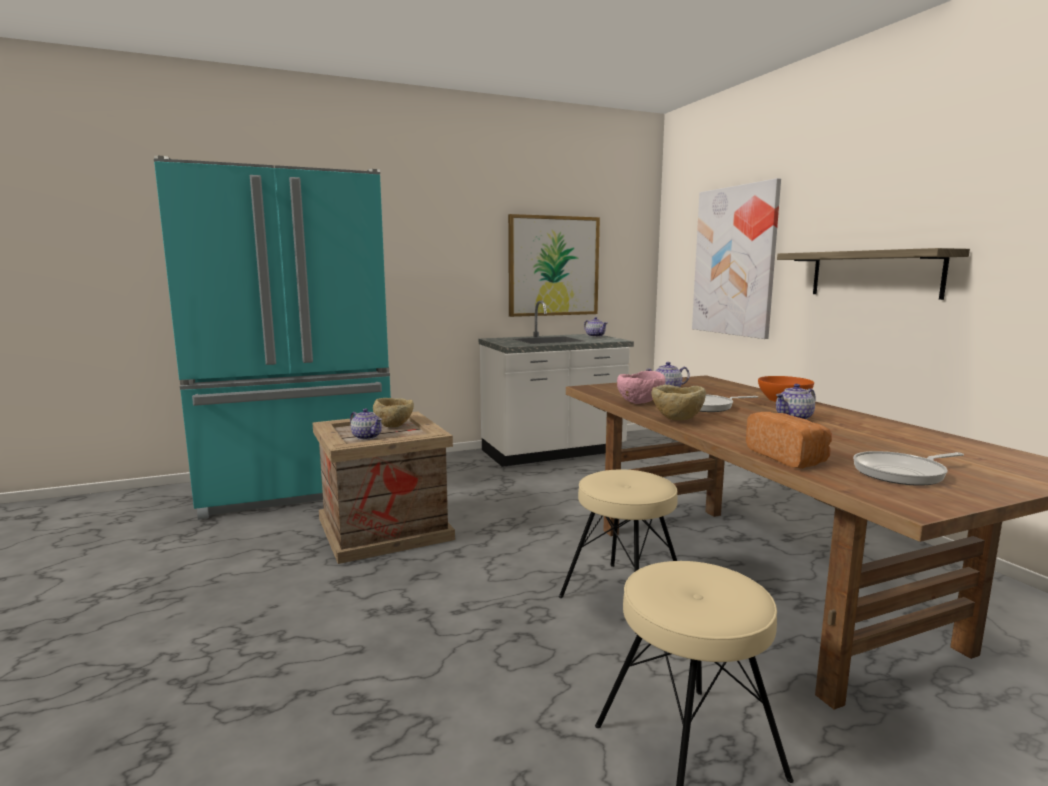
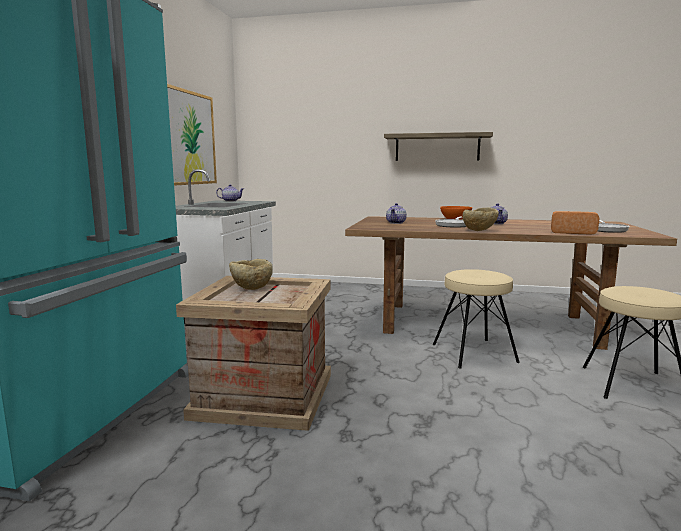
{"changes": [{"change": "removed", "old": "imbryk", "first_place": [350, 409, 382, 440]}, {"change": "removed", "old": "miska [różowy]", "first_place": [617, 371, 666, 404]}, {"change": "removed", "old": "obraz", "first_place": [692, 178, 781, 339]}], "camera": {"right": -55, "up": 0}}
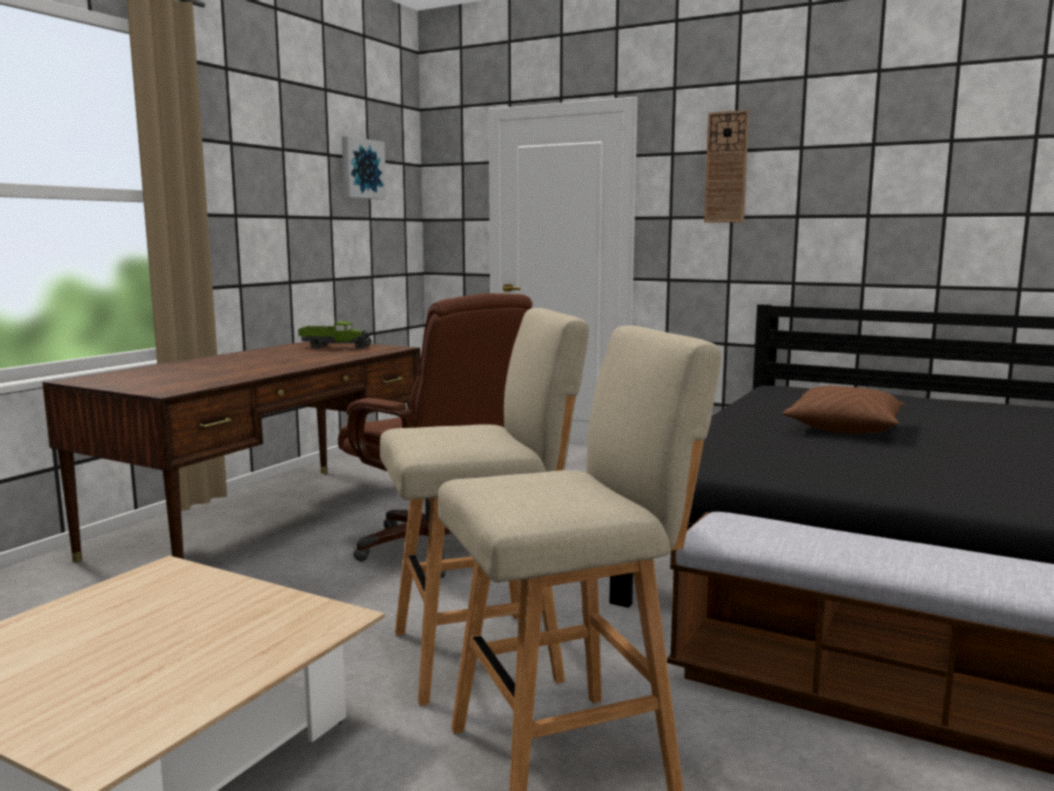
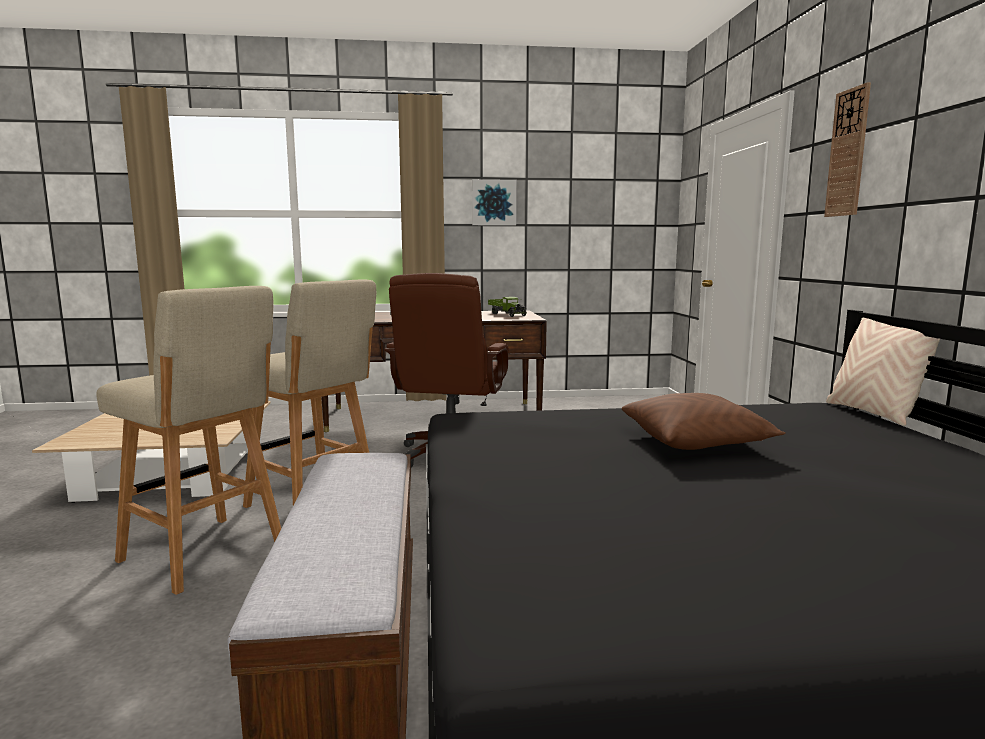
{"changes": [{"change": "moved", "old": "obraz", "first_place": [342, 136, 386, 199], "second_place": [472, 179, 517, 226]}, {"change": "added", "new": "poduszka [beżowy]", "second_place": [826, 318, 940, 426]}], "camera": {"right": 55, "up": 0}}
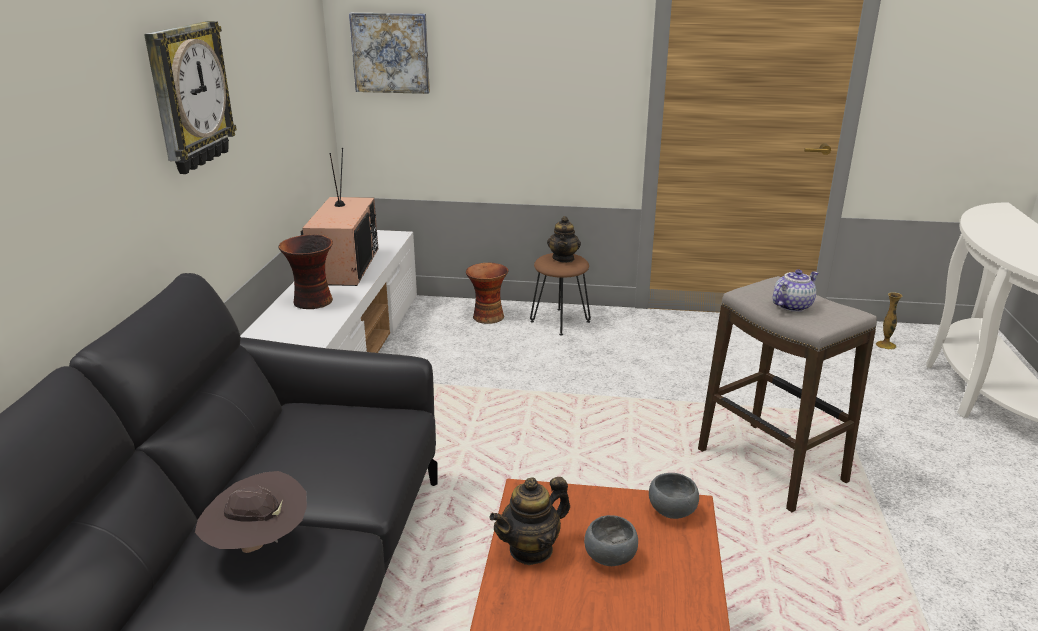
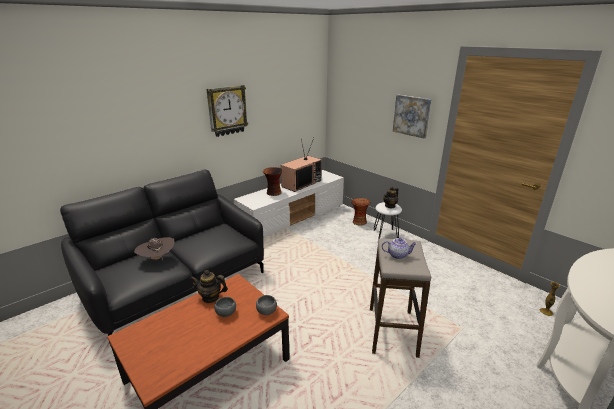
{"changes": [{"change": "moved", "old": "obraz", "first_place": [349, 13, 430, 94], "second_place": [393, 95, 432, 138]}, {"change": "recoloured", "old": "stołek [brązowy]", "new": "stołek [biały]", "first_place": [530, 253, 591, 335], "second_place": [374, 202, 402, 240]}], "camera": {"right": 40, "up": 0}}
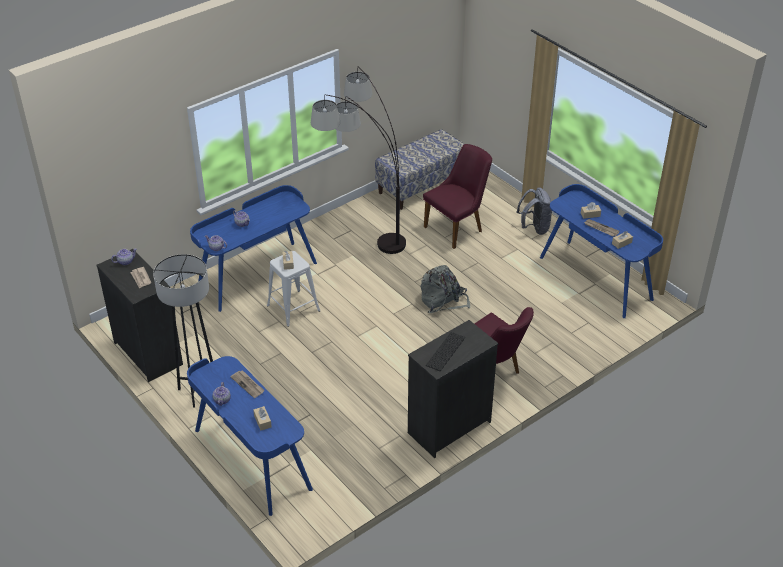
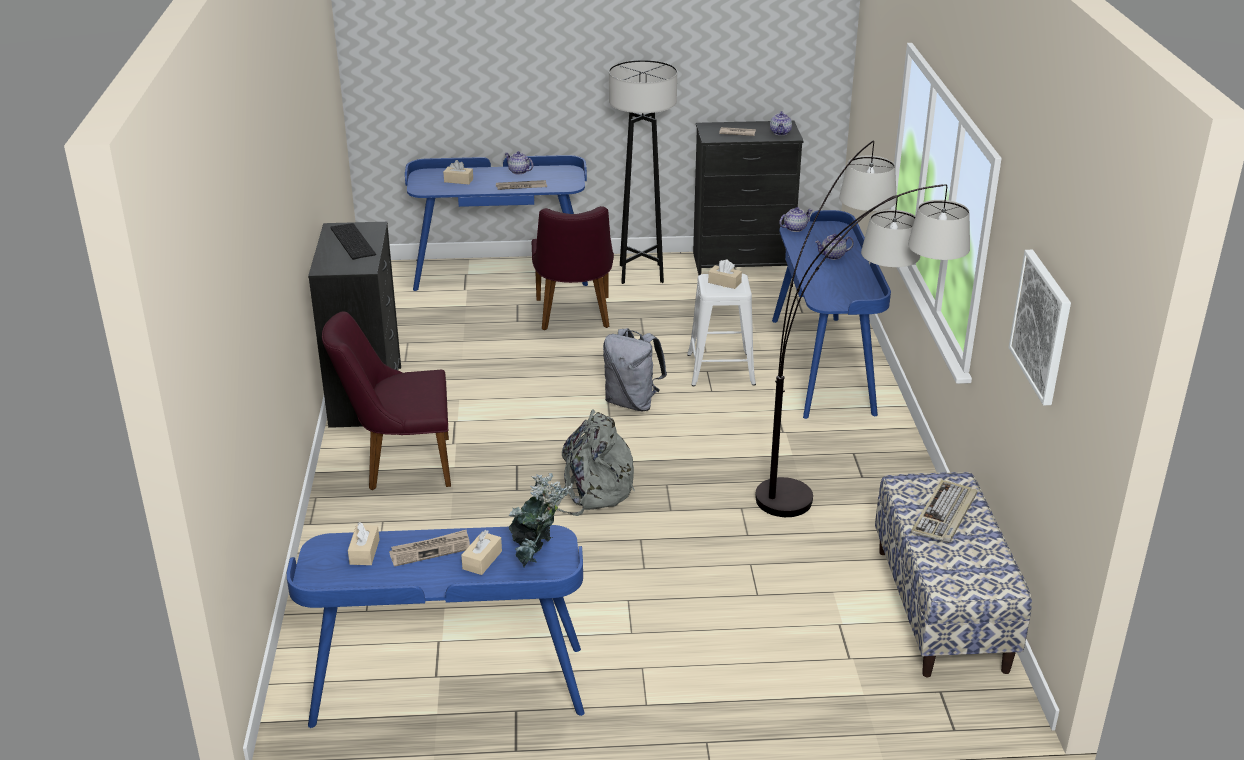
{"changes": [{"change": "moved", "old": "krzesło [fioletowy]", "first_place": [423, 144, 492, 249], "second_place": [532, 206, 614, 330]}, {"change": "moved", "old": "plecak [szary]", "first_place": [517, 187, 552, 235], "second_place": [603, 328, 667, 411]}, {"change": "added", "new": "roślina doniczkowa", "second_place": [509, 473, 573, 567]}, {"change": "added", "new": "klawiatura", "second_place": [911, 480, 978, 543]}, {"change": "added", "new": "obraz", "second_place": [1008, 250, 1071, 405]}], "camera": {"right": 125, "up": -10}}
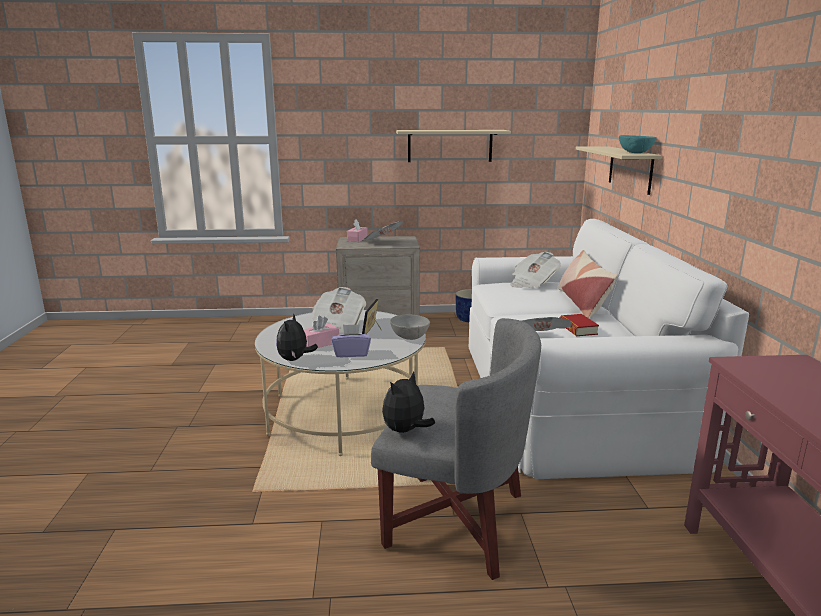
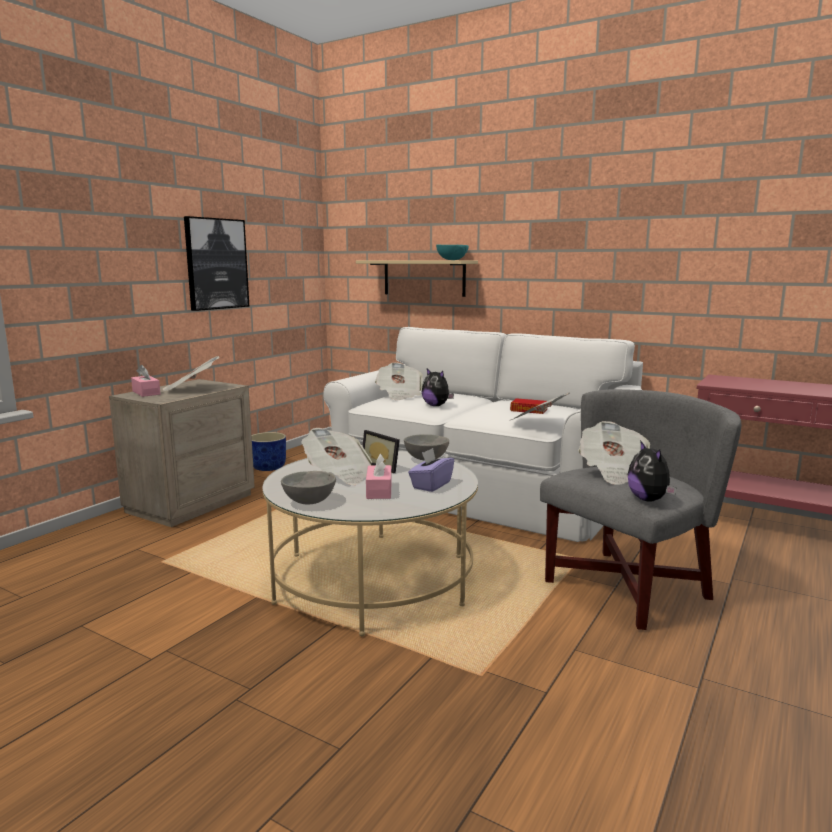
{"changes": [{"change": "moved", "old": "pluszak", "first_place": [276, 313, 318, 361], "second_place": [422, 369, 454, 406]}, {"change": "replaced", "old": "półka [beżowy]", "new": "obraz", "first_place": [396, 130, 511, 162], "second_place": [184, 216, 250, 311]}, {"change": "removed", "old": "poduszka", "first_place": [558, 250, 618, 319]}, {"change": "added", "new": "miska [szary]", "second_place": [281, 471, 336, 504]}, {"change": "added", "new": "gazeta", "second_place": [579, 421, 650, 485]}], "camera": {"right": -55, "up": -5}}
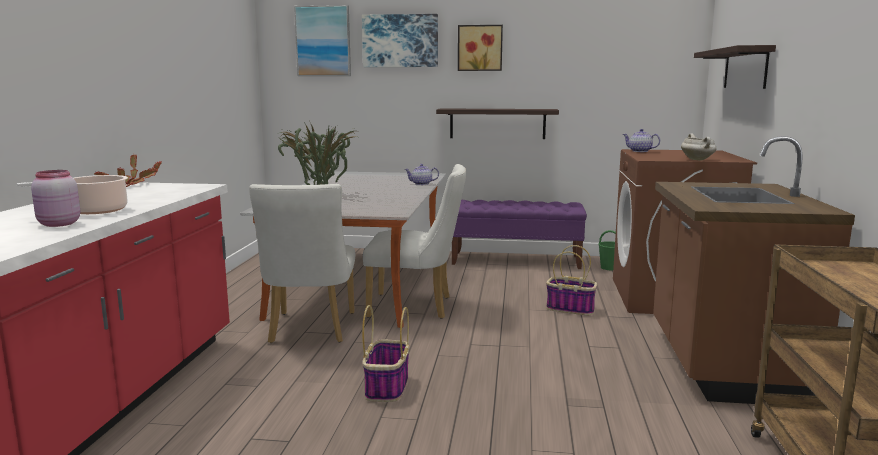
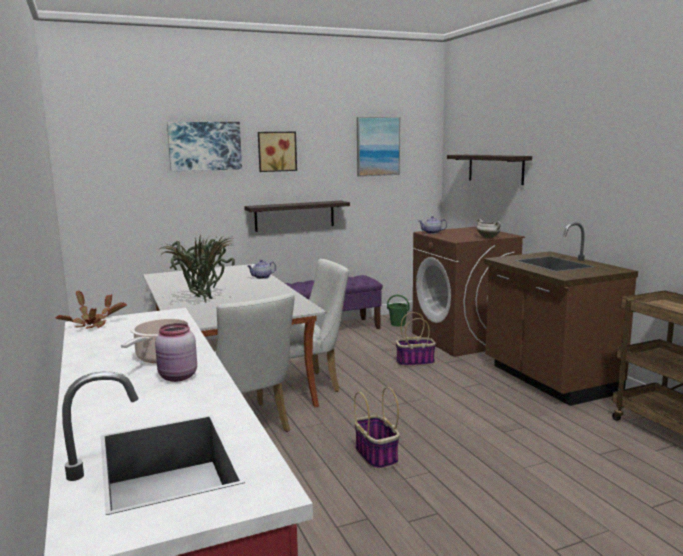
{"changes": [{"change": "moved", "old": "obraz", "first_place": [294, 5, 351, 76], "second_place": [357, 117, 400, 177]}], "camera": {"right": -30, "up": 0}}
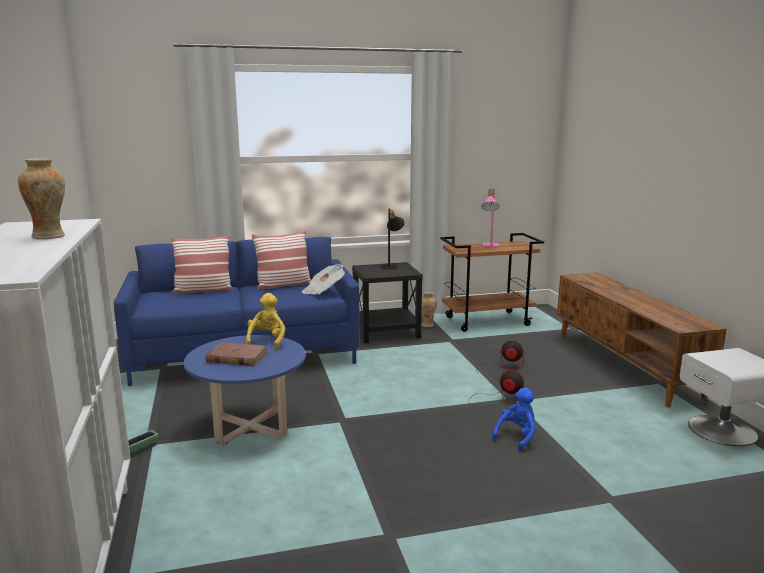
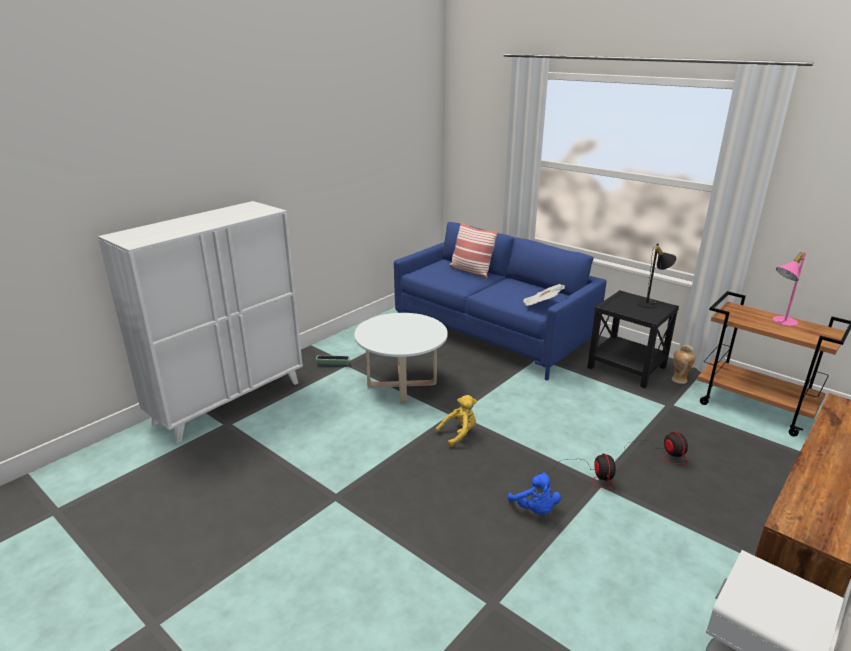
{"changes": [{"change": "removed", "old": "wazon", "first_place": [18, 158, 65, 239]}, {"change": "recoloured", "old": "ława [niebieski]", "new": "ława [biały]", "first_place": [184, 335, 306, 446], "second_place": [354, 313, 448, 403]}, {"change": "removed", "old": "książka [brązowy]", "first_place": [205, 342, 268, 366]}, {"change": "moved", "old": "pluszak [żółty]", "first_place": [245, 293, 285, 350], "second_place": [435, 395, 477, 447]}, {"change": "removed", "old": "poduszka", "first_place": [252, 231, 311, 290]}, {"change": "turned", "old": "pluszak [niebieski]", "first_place": [492, 387, 536, 451], "second_place": [508, 472, 561, 515], "degrees": 60}], "camera": {"right": 55, "up": 10}}
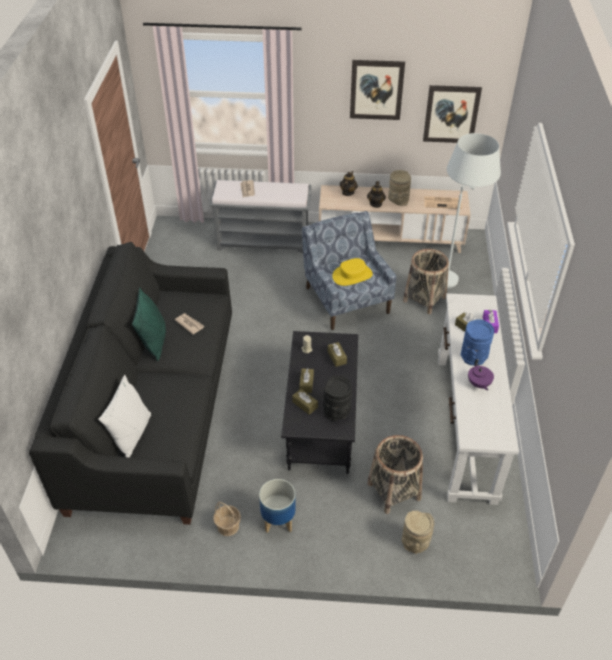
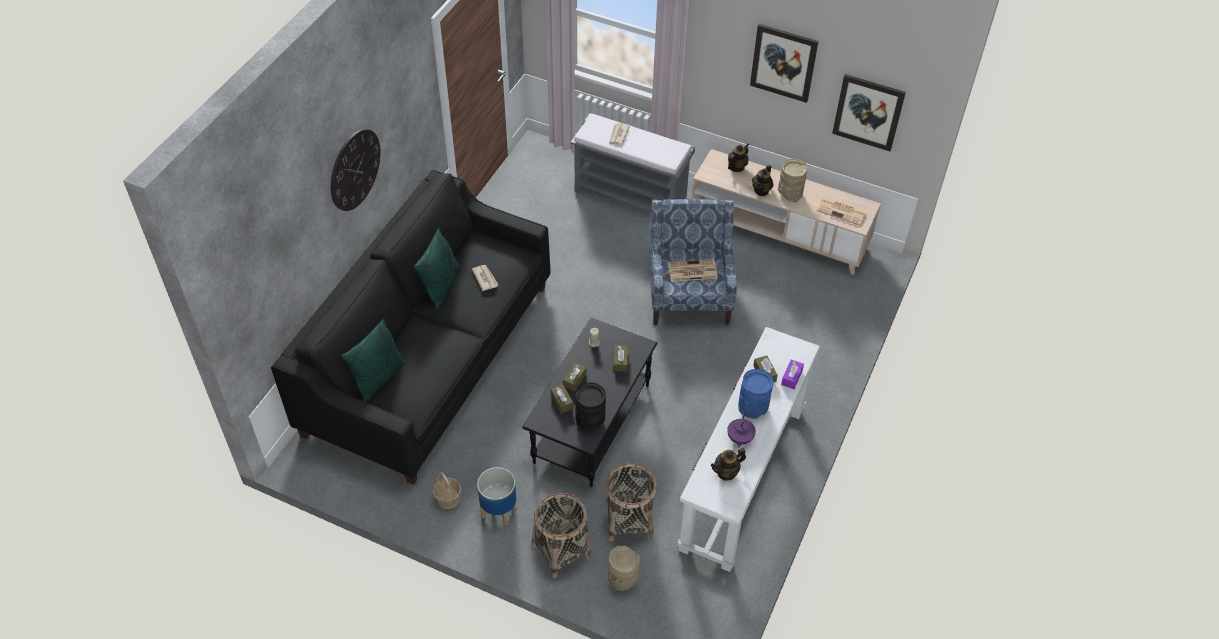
{"changes": [{"change": "recoloured", "old": "poduszka [biały]", "new": "poduszka [zielony]", "first_place": [98, 375, 151, 457], "second_place": [341, 318, 406, 402]}, {"change": "replaced", "old": "kapelusz [żółty]", "new": "gazeta", "first_place": [332, 258, 373, 286], "second_place": [668, 259, 718, 282]}, {"change": "moved", "old": "koszyk", "first_place": [403, 249, 449, 314], "second_place": [532, 493, 592, 578]}, {"change": "removed", "old": "lampa stojąca [biały]", "first_place": [447, 133, 501, 288]}, {"change": "added", "new": "zegar ścienny", "second_place": [331, 129, 381, 211]}, {"change": "added", "new": "imbryk", "second_place": [711, 448, 746, 481]}], "camera": {"right": 20, "up": 5}}
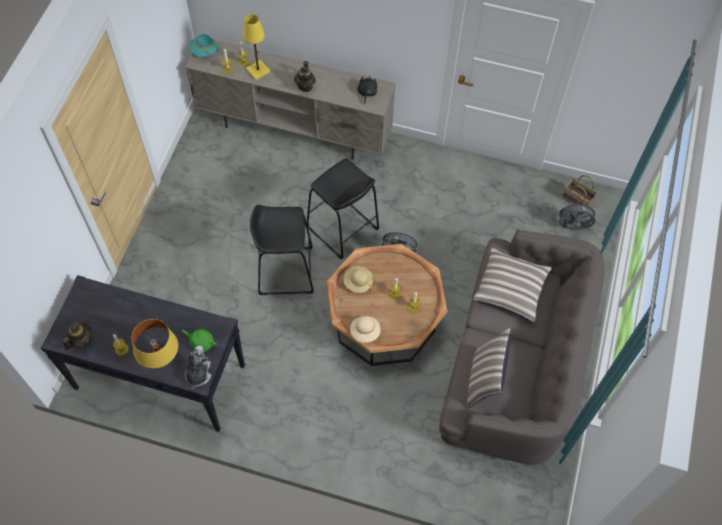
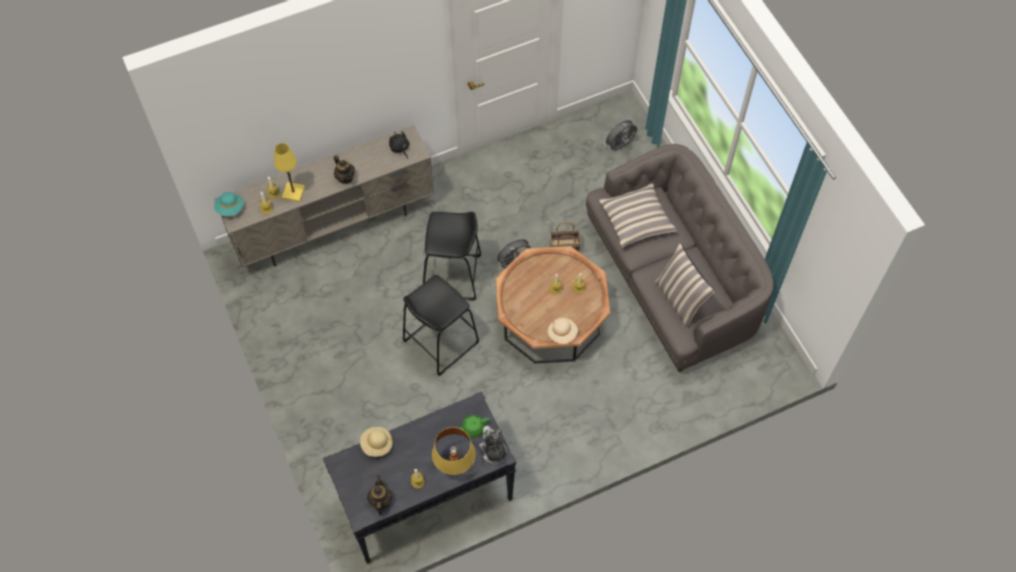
{"changes": [{"change": "moved", "old": "kapelusz [beżowy]", "first_place": [343, 266, 373, 293], "second_place": [360, 427, 393, 457]}, {"change": "moved", "old": "koszyk", "first_place": [562, 175, 597, 206], "second_place": [550, 222, 581, 252]}], "camera": {"right": -40, "up": 0}}
